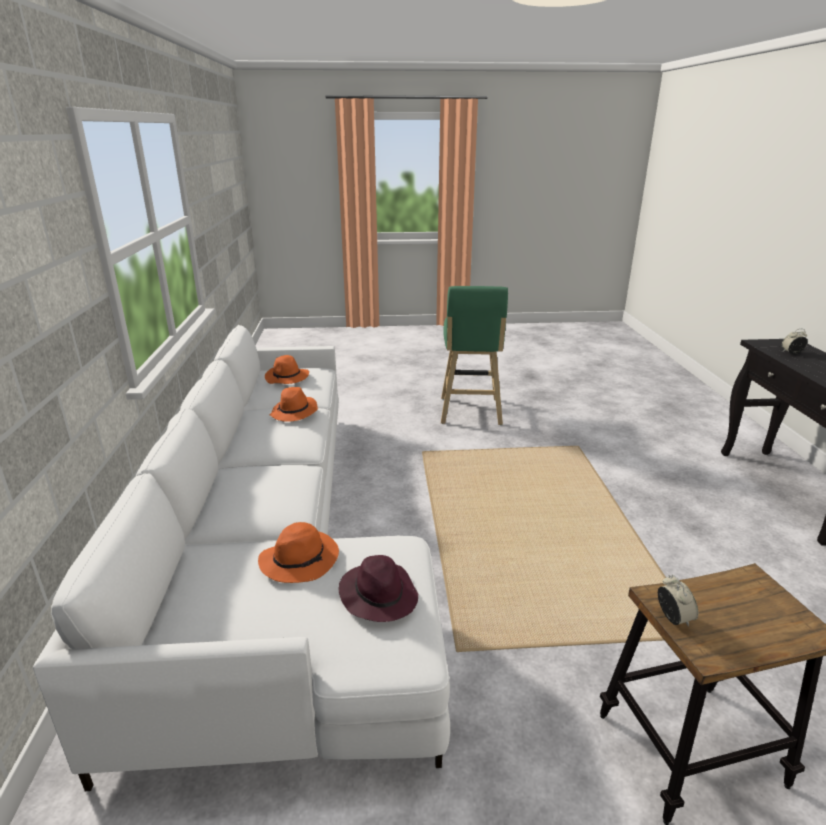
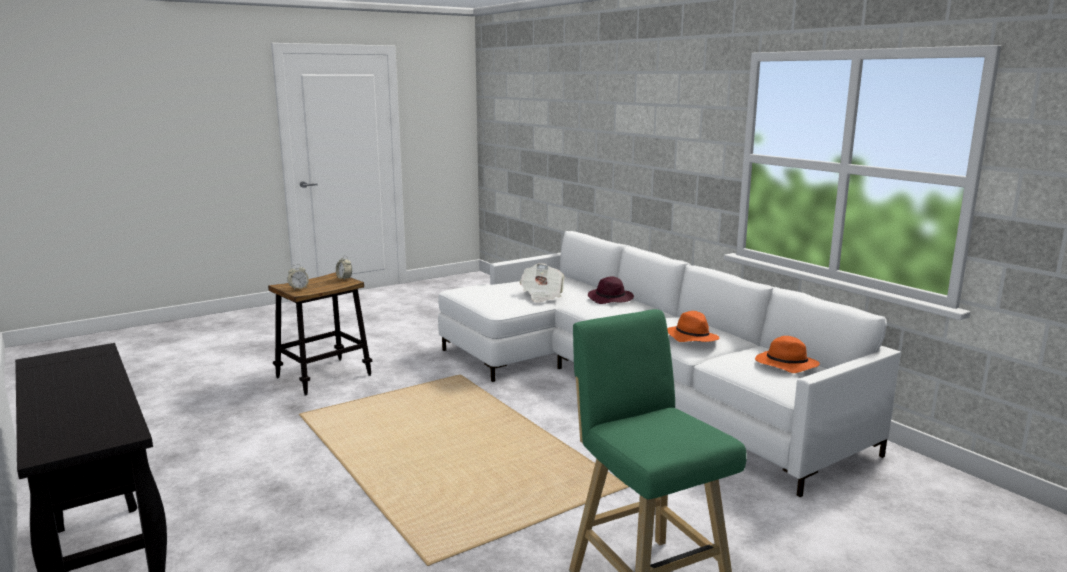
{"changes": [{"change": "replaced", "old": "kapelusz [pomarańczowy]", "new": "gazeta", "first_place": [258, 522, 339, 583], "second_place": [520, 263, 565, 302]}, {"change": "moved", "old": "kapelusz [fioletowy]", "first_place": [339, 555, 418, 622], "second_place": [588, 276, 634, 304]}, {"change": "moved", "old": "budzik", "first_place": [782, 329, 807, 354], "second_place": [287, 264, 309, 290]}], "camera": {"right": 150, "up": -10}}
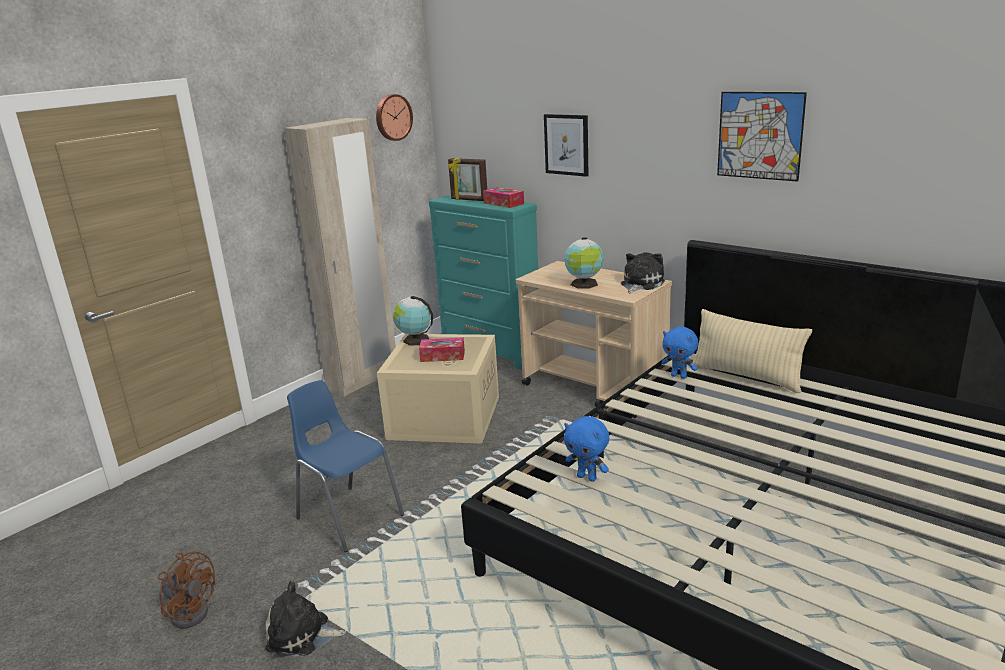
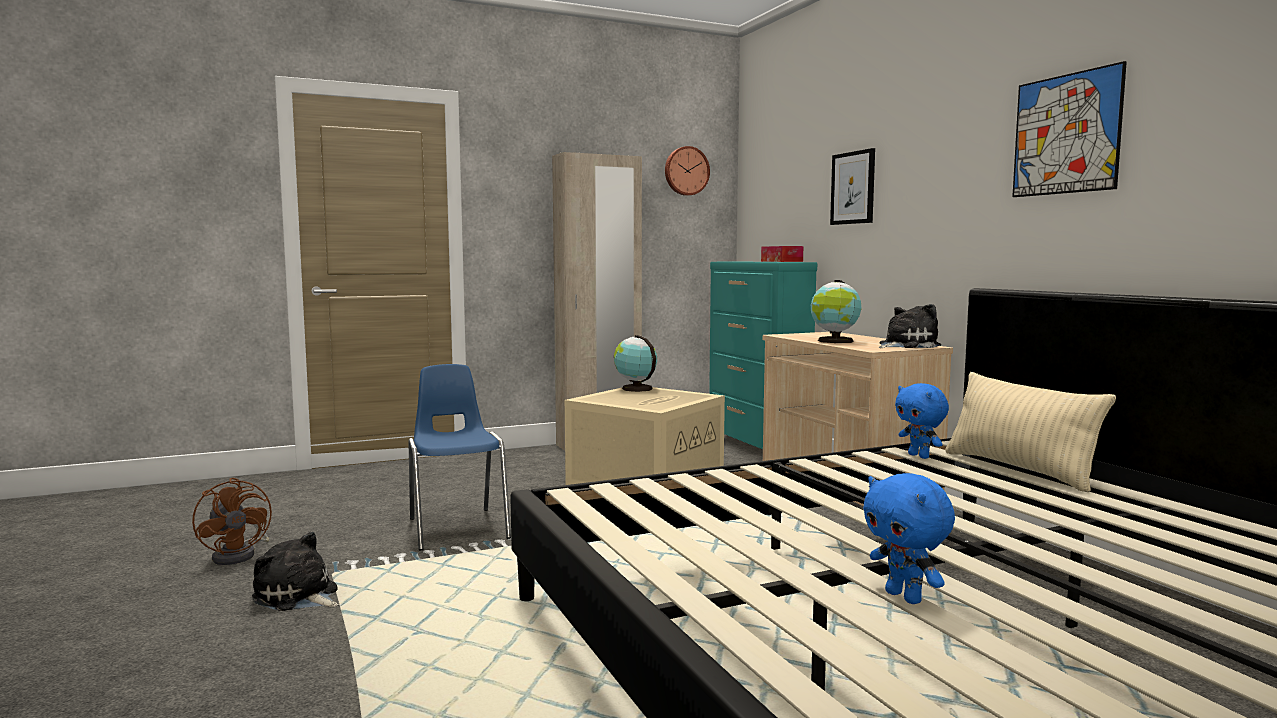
{"changes": [{"change": "removed", "old": "pudełko chusteczek", "first_place": [419, 337, 465, 362]}, {"change": "removed", "old": "ramka na zdjęcie", "first_place": [448, 158, 487, 201]}, {"change": "moved", "old": "pluszak [niebieski]", "first_place": [564, 416, 609, 482], "second_place": [863, 473, 955, 604]}], "camera": {"right": 25, "up": -15}}
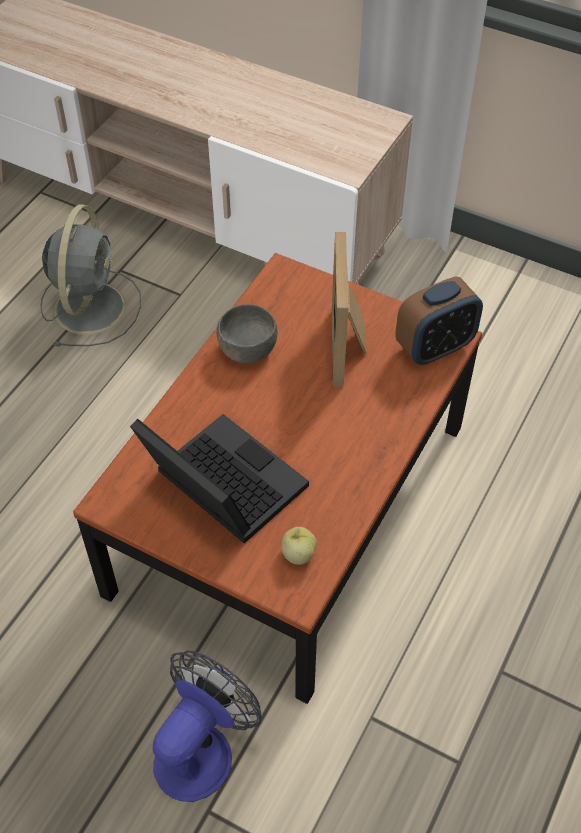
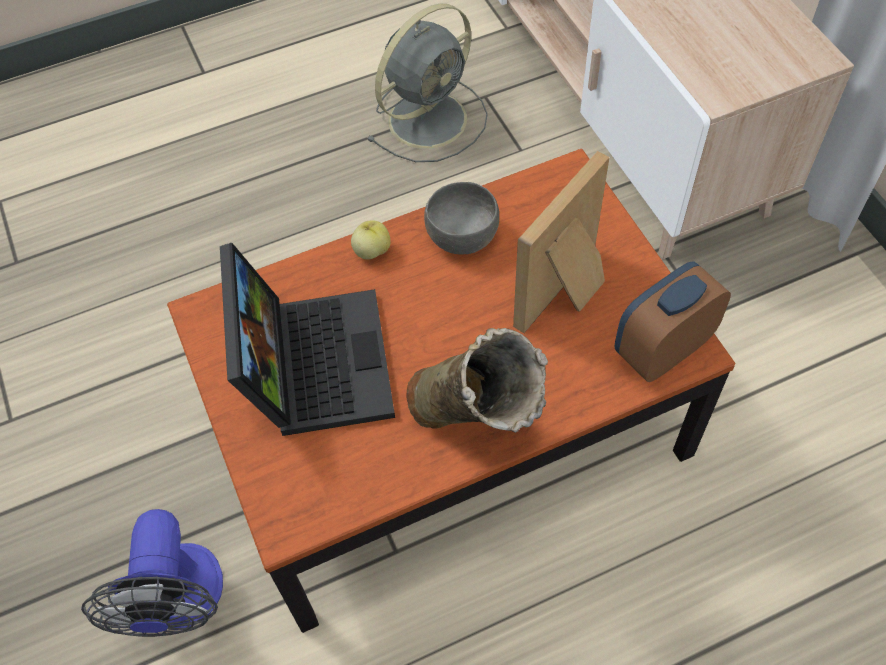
{"changes": [{"change": "turned", "old": "wentylator", "first_place": [153, 651, 261, 802], "second_place": [81, 509, 223, 637], "degrees": 105}, {"change": "moved", "old": "jabłko", "first_place": [282, 527, 317, 565], "second_place": [351, 220, 391, 260]}, {"change": "turned", "old": "budzik", "first_place": [395, 276, 483, 365], "second_place": [615, 261, 731, 382], "degrees": 135}, {"change": "added", "new": "wazon [beżowy]", "second_place": [406, 328, 548, 433]}], "camera": {"right": 40, "up": 5}}
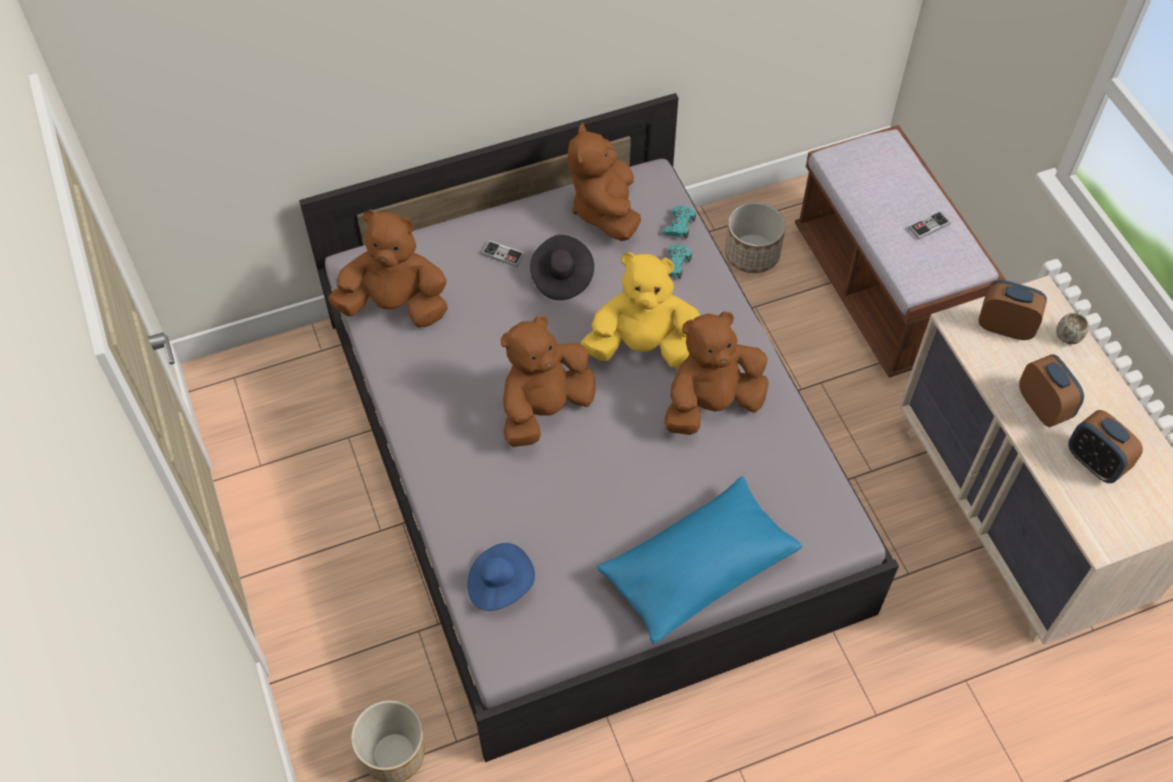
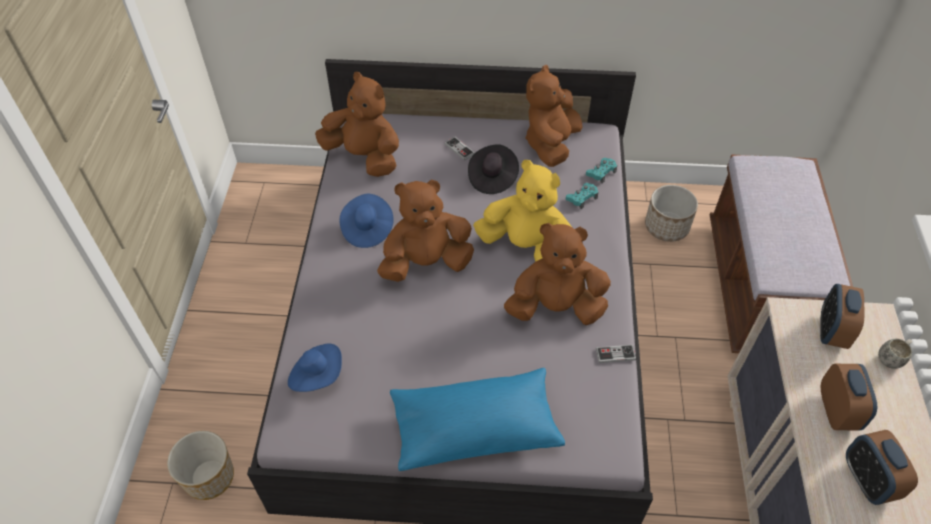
{"changes": [{"change": "moved", "old": "pad do gier", "first_place": [908, 211, 950, 240], "second_place": [595, 345, 636, 363]}, {"change": "turned", "old": "budzik", "first_place": [978, 280, 1047, 340], "second_place": [820, 284, 865, 349], "degrees": -120}, {"change": "added", "new": "kapelusz [niebieski]", "second_place": [339, 194, 394, 248]}], "camera": {"right": 25, "up": -5}}
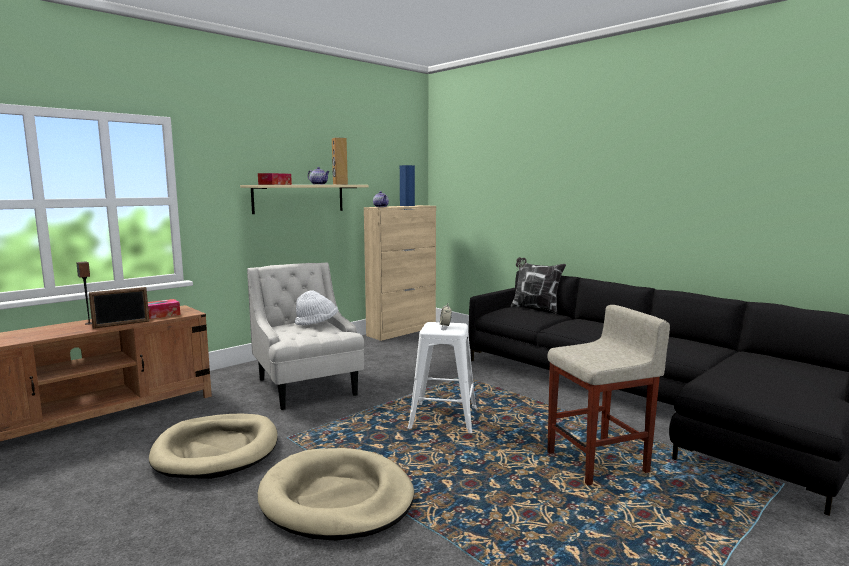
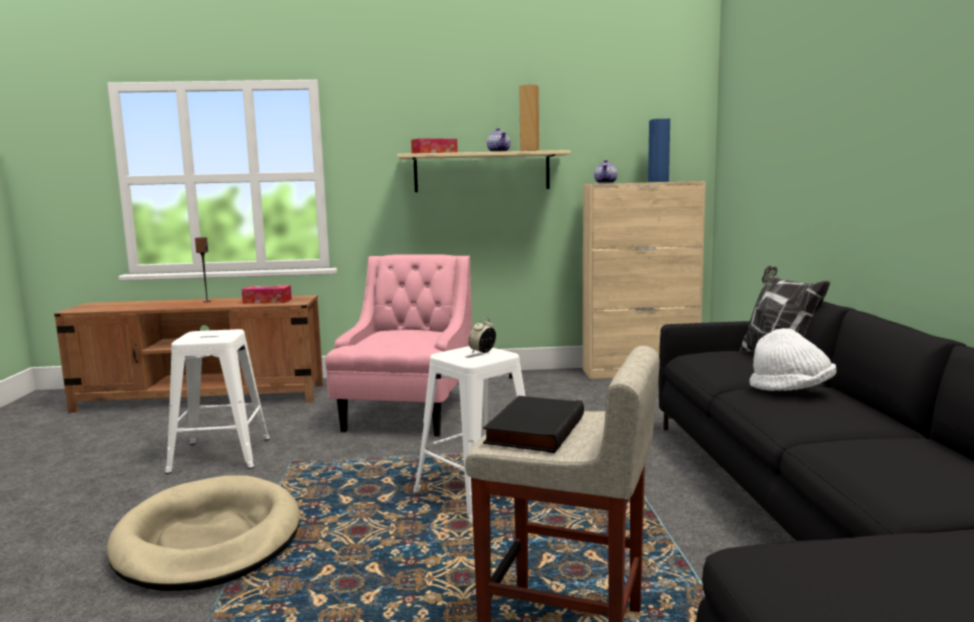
{"changes": [{"change": "removed", "old": "ramka na zdjęcie", "first_place": [89, 287, 150, 329]}, {"change": "replaced", "old": "legowisko [beżowy]", "new": "stołek [biały]", "first_place": [149, 414, 278, 478], "second_place": [165, 329, 270, 474]}, {"change": "recoloured", "old": "fotel [biały]", "new": "fotel [różowy]", "first_place": [247, 262, 364, 410], "second_place": [325, 254, 472, 437]}, {"change": "moved", "old": "kapelusz [biały]", "first_place": [295, 290, 338, 325], "second_place": [749, 328, 836, 391]}, {"change": "added", "new": "książka [czarny]", "second_place": [483, 396, 584, 453]}], "camera": {"right": 40, "up": 0}}
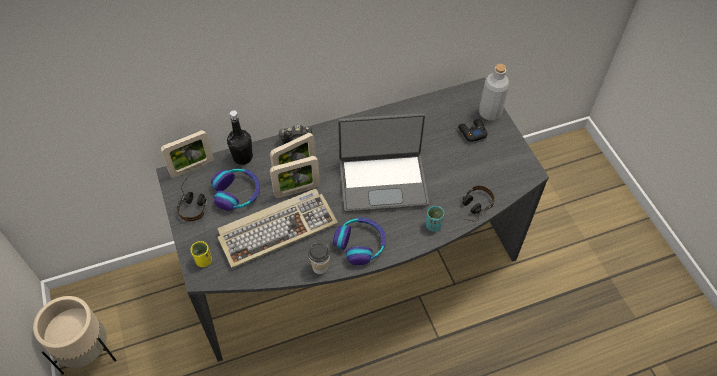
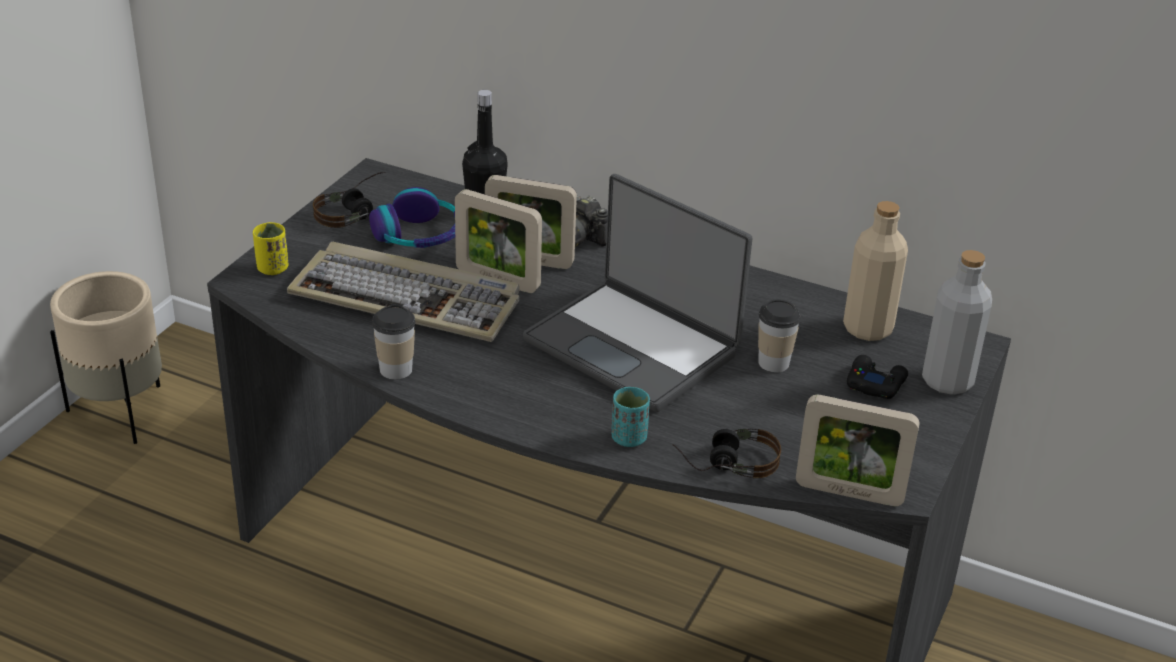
{"changes": [{"change": "moved", "old": "ramka na zdjęcie", "first_place": [160, 130, 214, 178], "second_place": [796, 395, 920, 506]}, {"change": "removed", "old": "słuchawki", "first_place": [333, 217, 386, 265]}, {"change": "added", "new": "filiżanka", "second_place": [758, 299, 801, 372]}, {"change": "added", "new": "butelka [beżowy]", "second_place": [843, 201, 908, 341]}], "camera": {"right": 45, "up": -20}}
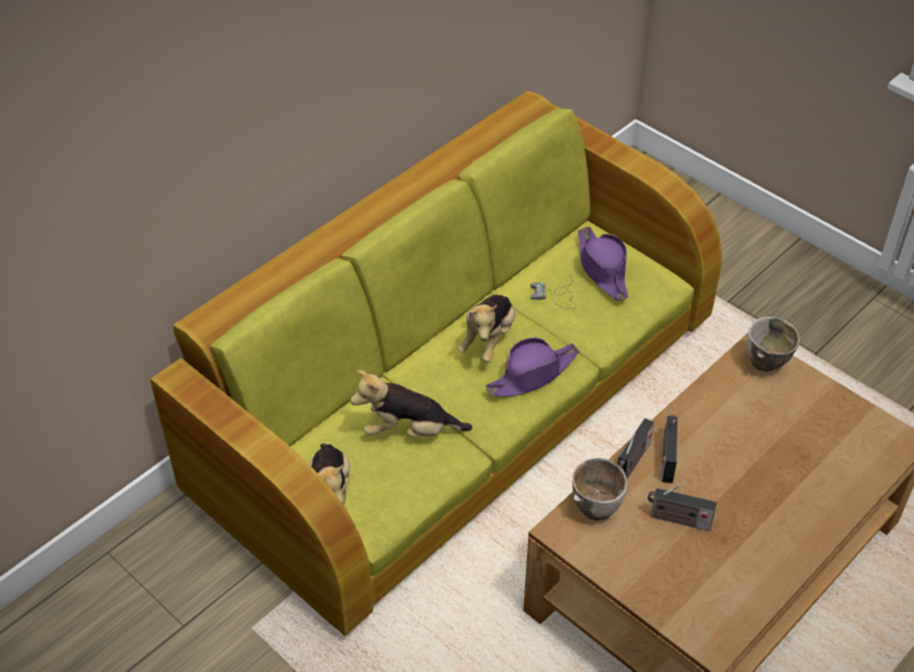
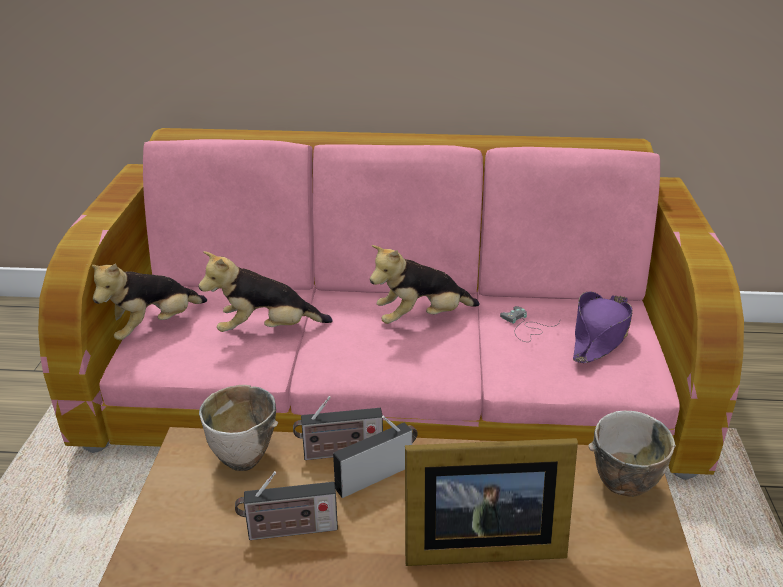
{"changes": [{"change": "recoloured", "old": "kanapa [zielony]", "new": "kanapa [różowy]", "first_place": [150, 91, 722, 636], "second_place": [38, 128, 744, 480]}, {"change": "turned", "old": "pluszak", "first_place": [350, 370, 472, 437], "second_place": [199, 251, 333, 332], "degrees": -60}, {"change": "removed", "old": "kapelusz [fioletowy]", "first_place": [486, 338, 580, 397]}, {"change": "turned", "old": "radio", "first_place": [648, 485, 717, 531], "second_place": [235, 471, 338, 540], "degrees": -75}, {"change": "added", "new": "ramka na zdjęcie", "second_place": [405, 438, 578, 566]}], "camera": {"right": 50, "up": -15}}
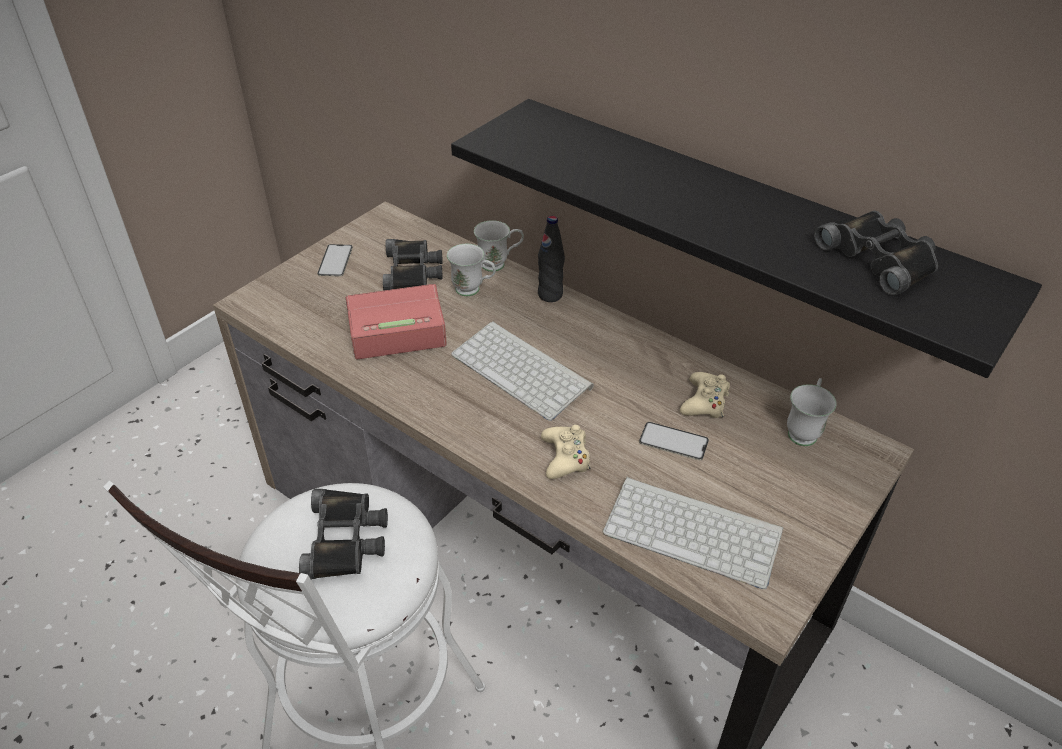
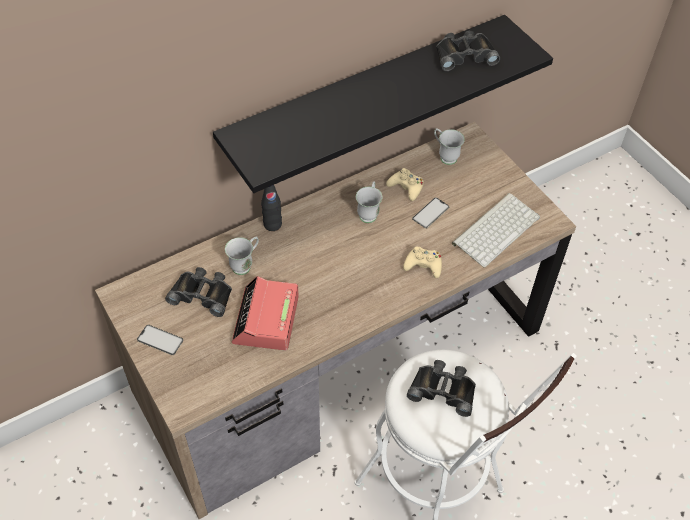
{"changes": [{"change": "removed", "old": "klawiatura", "first_place": [451, 321, 594, 421]}, {"change": "moved", "old": "kubek [biały]", "first_place": [474, 220, 524, 272], "second_place": [356, 181, 382, 223]}], "camera": {"right": -70, "up": 10}}
